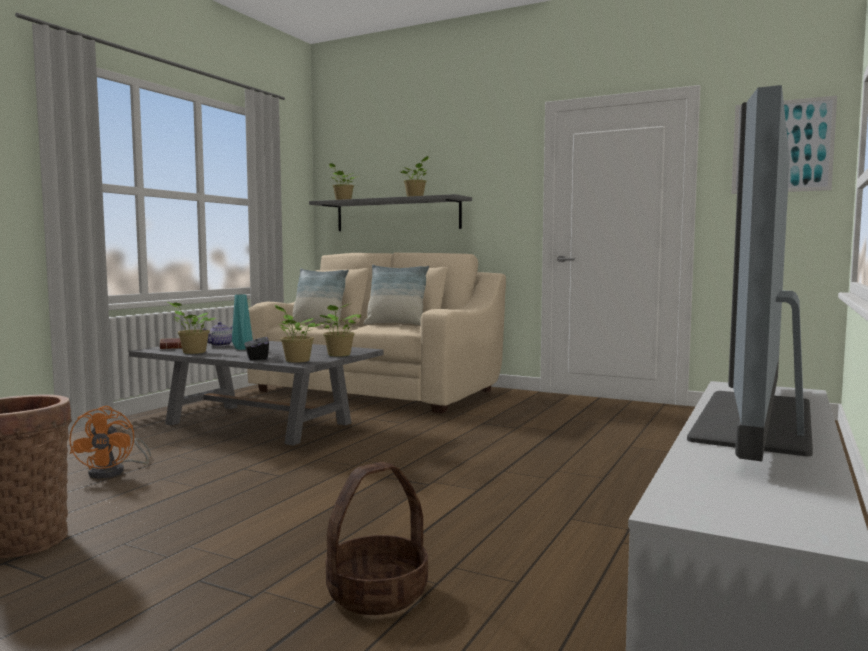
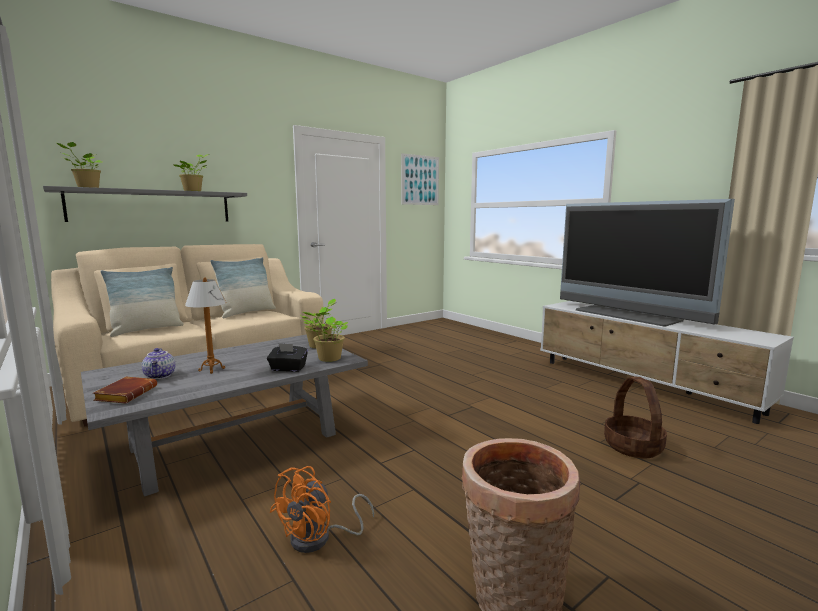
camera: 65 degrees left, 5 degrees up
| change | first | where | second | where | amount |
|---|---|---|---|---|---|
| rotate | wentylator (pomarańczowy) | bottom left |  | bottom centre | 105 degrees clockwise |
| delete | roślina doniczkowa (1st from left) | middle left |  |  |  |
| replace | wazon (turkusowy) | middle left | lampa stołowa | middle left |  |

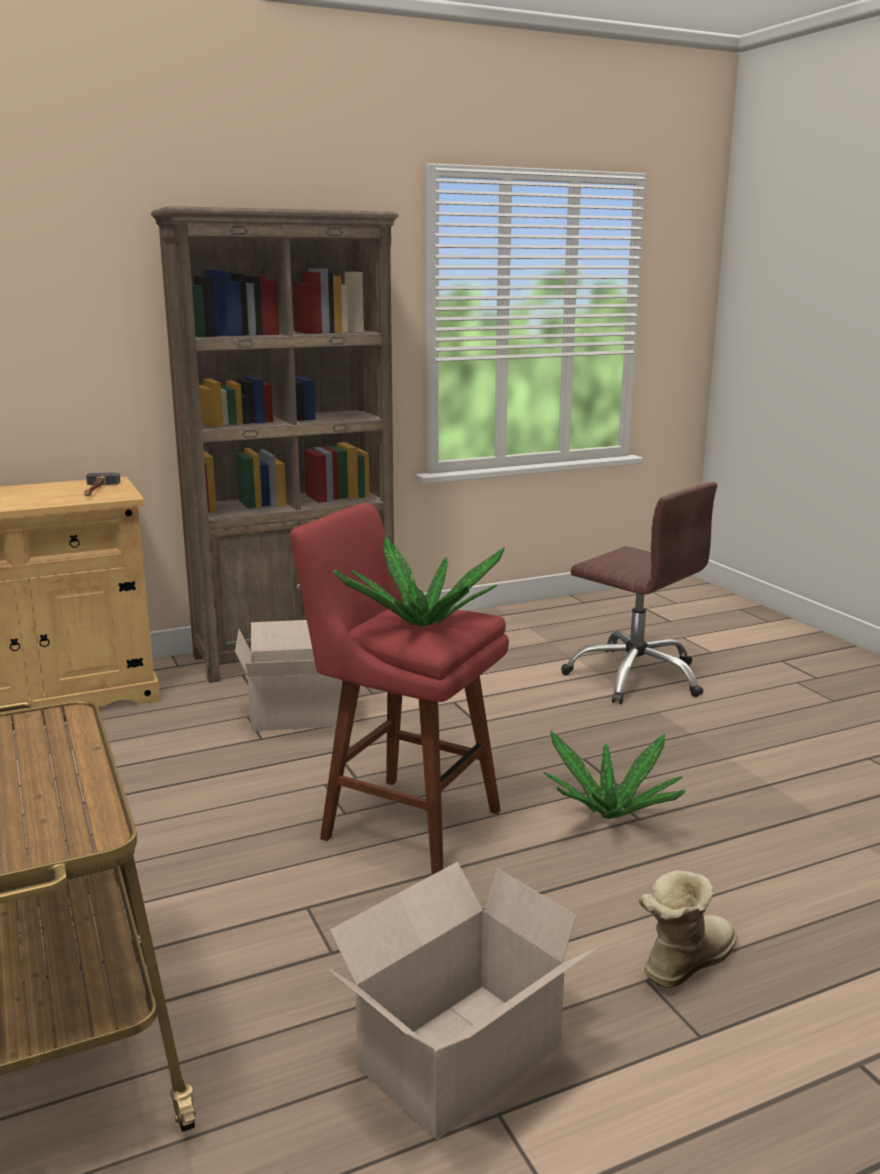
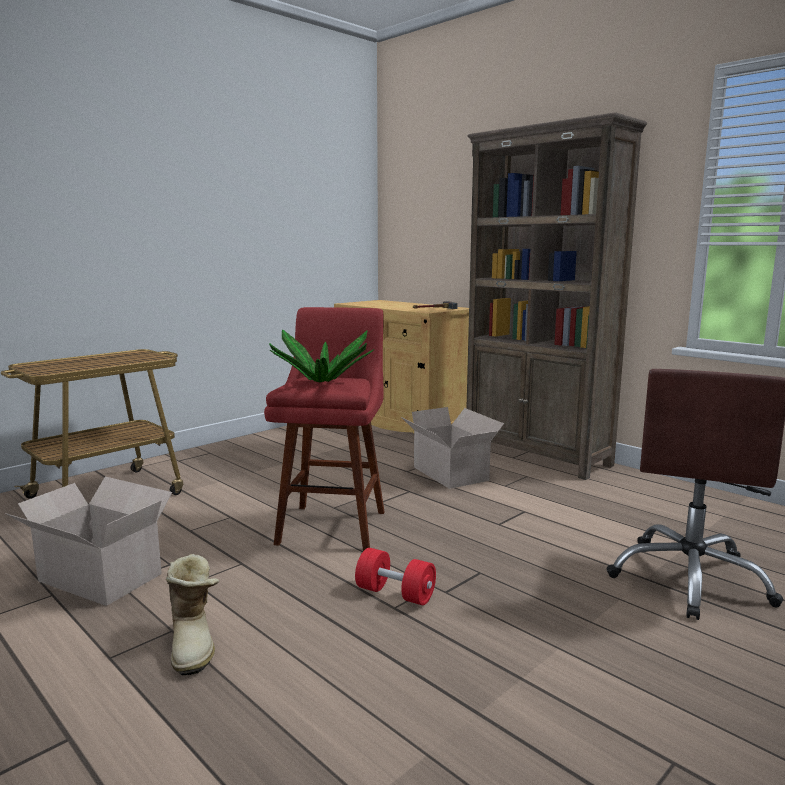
camera: 70 degrees right, 5 degrees down
| change | first | where | second | where | amount |
|---|---|---|---|---|---|
| replace | roślina doniczkowa (2nd from left) | middle right | hantel (czerwony) | bottom centre |  |
| rotate | but z cholewką | bottom right |  | bottom left | 45 degrees clockwise |

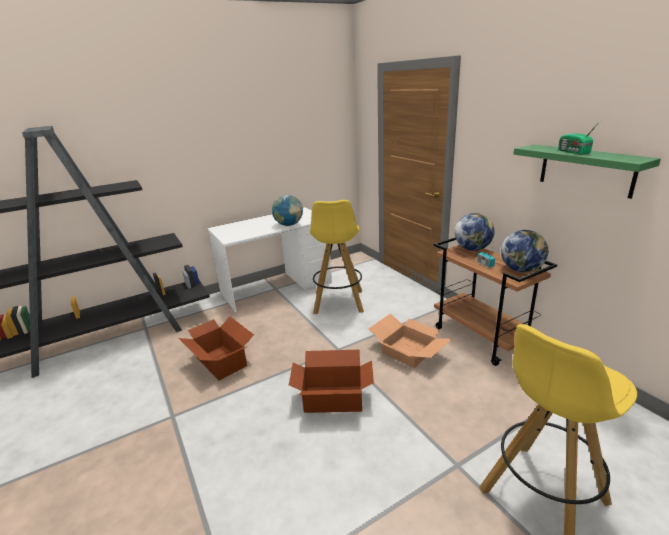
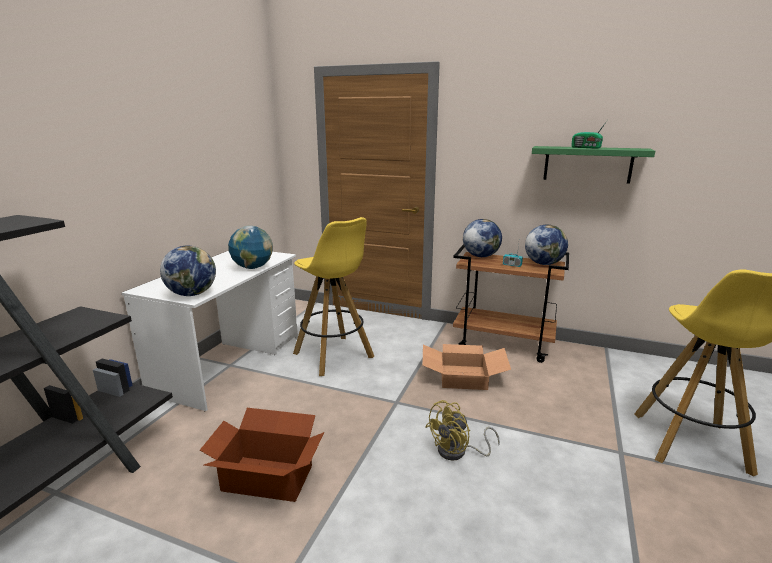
camera: 40 degrees left, 5 degrees down
| change | first | where | second | where | amount |
|---|---|---|---|---|---|
| replace | karton (2nd from left) | bottom centre | wentylator (żółty) | bottom centre |  |
| insert |  |  | globus (1st from left) | middle left |  |

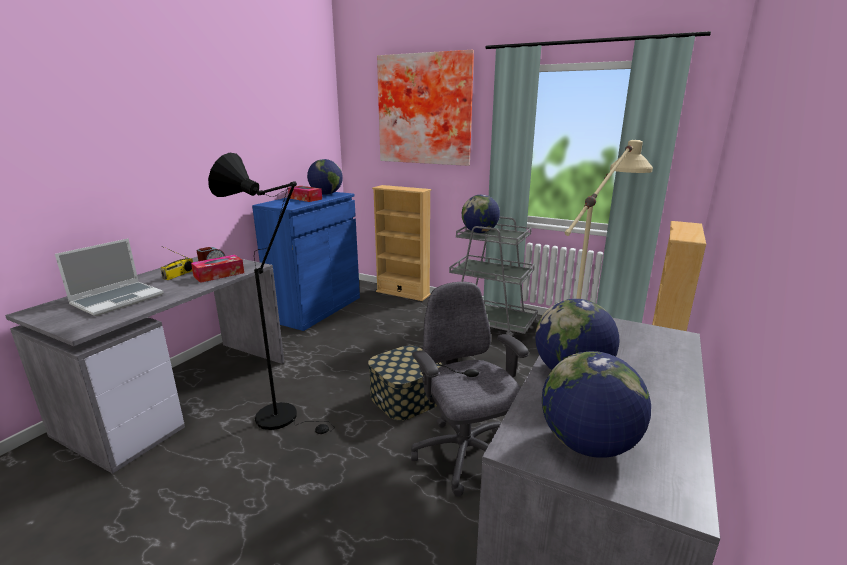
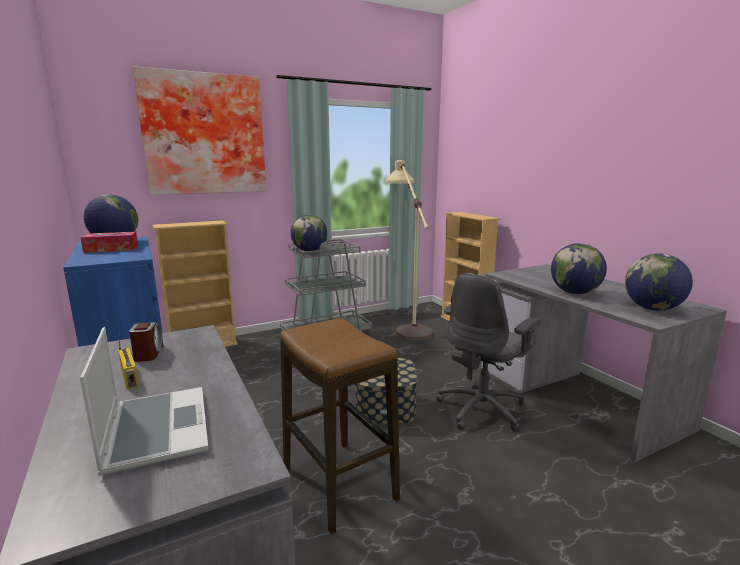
camera: 55 degrees left, 5 degrees down
| change | first | where | second | where | amount |
|---|---|---|---|---|---|
| delete | pudełko chusteczek (1st from left) | middle left |  |  |  |
| replace | lampa stojąca (czarny) | middle left | stołek | bottom centre |  |
| rotate | krzesło biurowe (szary) | bottom centre |  | centre | 60 degrees counterclockwise |

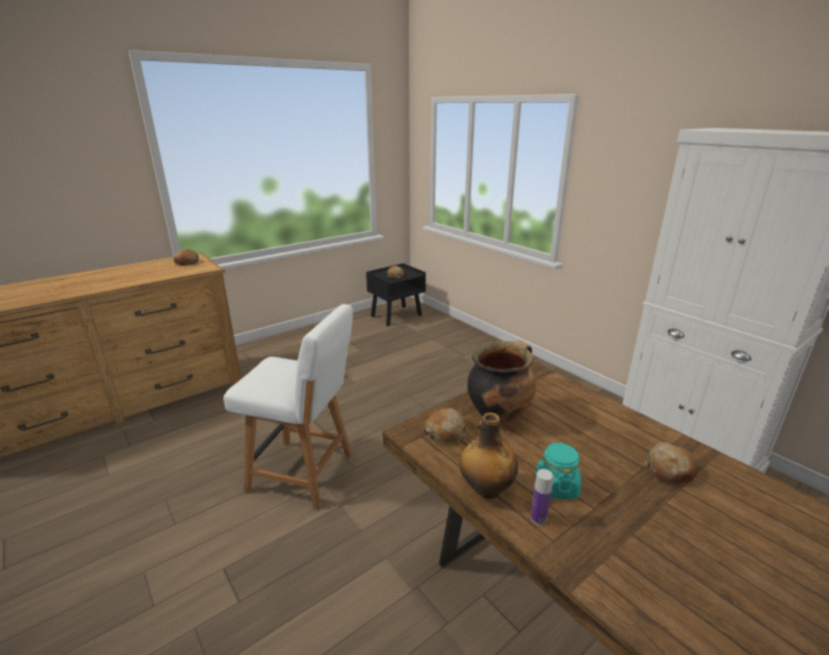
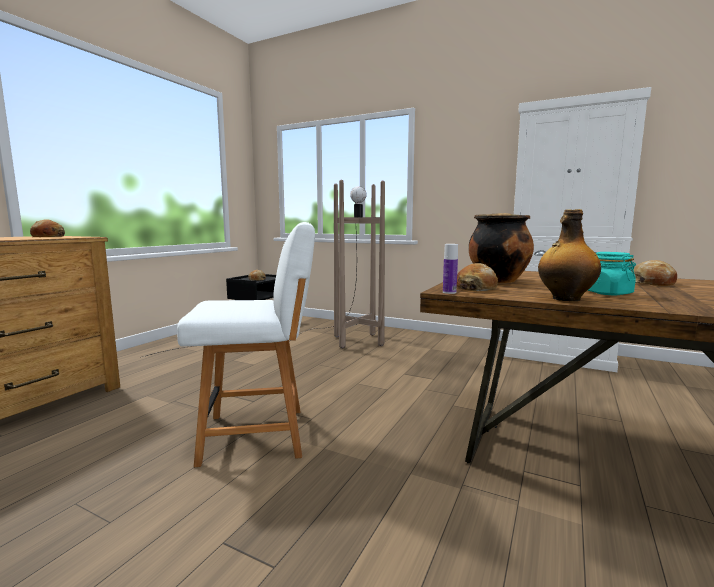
camera: 25 degrees left, 15 degrees down
| change | first | where | second | where | amount |
|---|---|---|---|---|---|
| move | butelka (2nd from left in the first image) | bottom centre | butelka (1st from left) | centre |  |
| insert |  |  | lampa stojąca (brązowy) | centre |  |

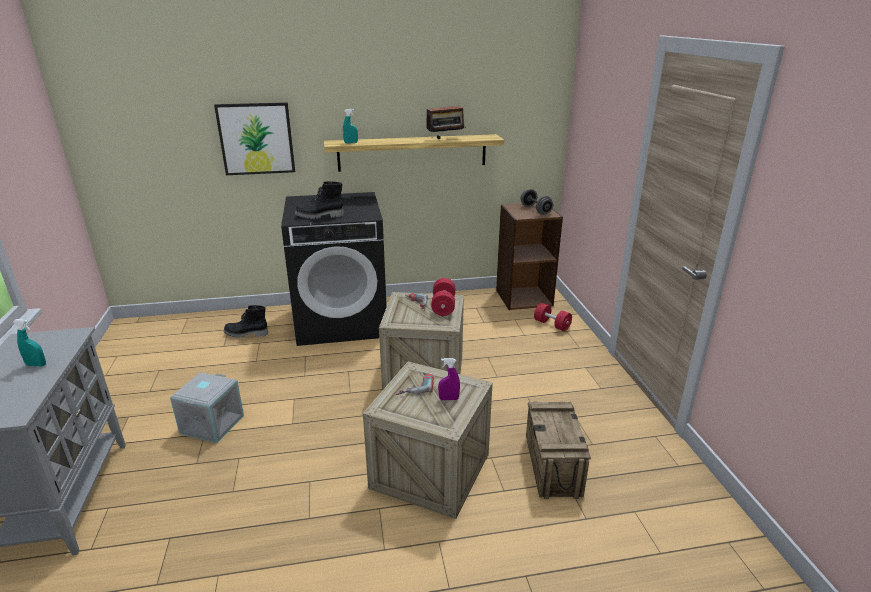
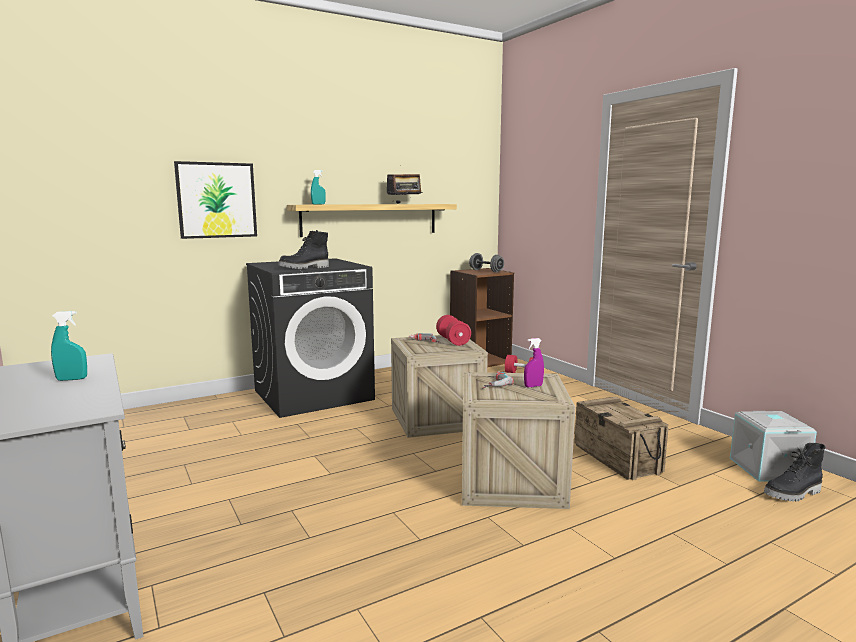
camera: 20 degrees left, 15 degrees down
| change | first | where | second | where | amount |
|---|---|---|---|---|---|
| move | pojemnik do przechowywania (szary) | bottom left |  | bottom right |  |
| move | but z cholewką (czarny) (1st from left in the first image) | middle left | but z cholewką (czarny) (2nd from left) | bottom right |  |

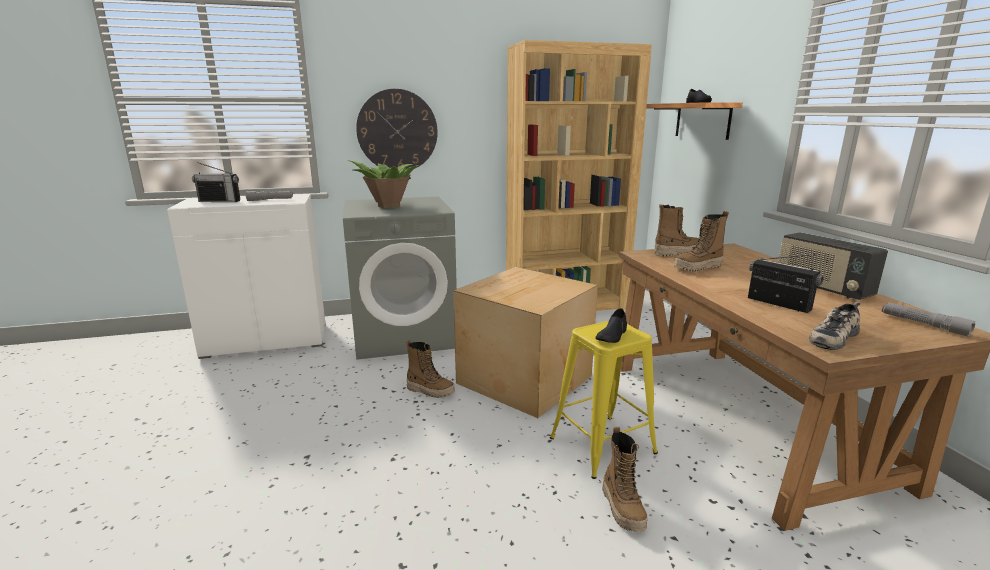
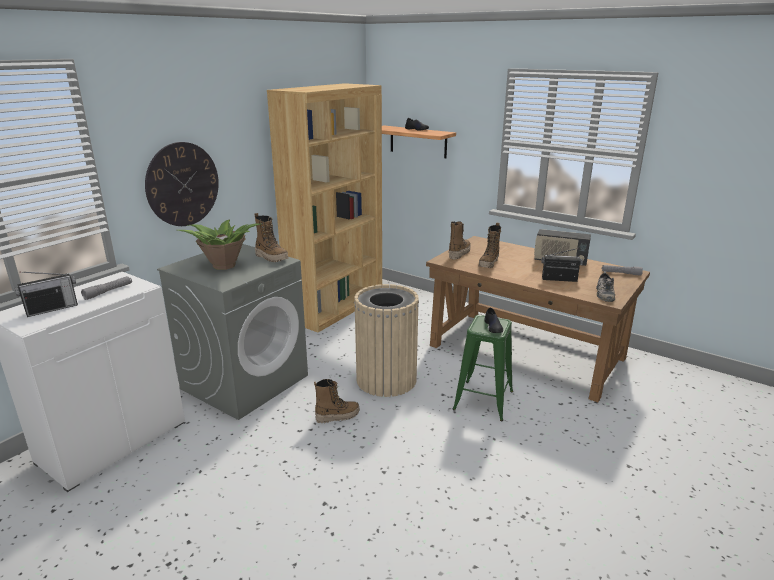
camera: 40 degrees left, 5 degrees up
| change | first | where | second | where | amount |
|---|---|---|---|---|---|
| replace | karton | centre | kosz na śmieci (beżowy) | centre |  |
| recolor | stołek (żółty) | bottom centre | stołek (zielony) | centre |  |
| move | but z cholewką (2nd from left in the first image) | bottom centre | but z cholewką (1st from left) | centre |  |

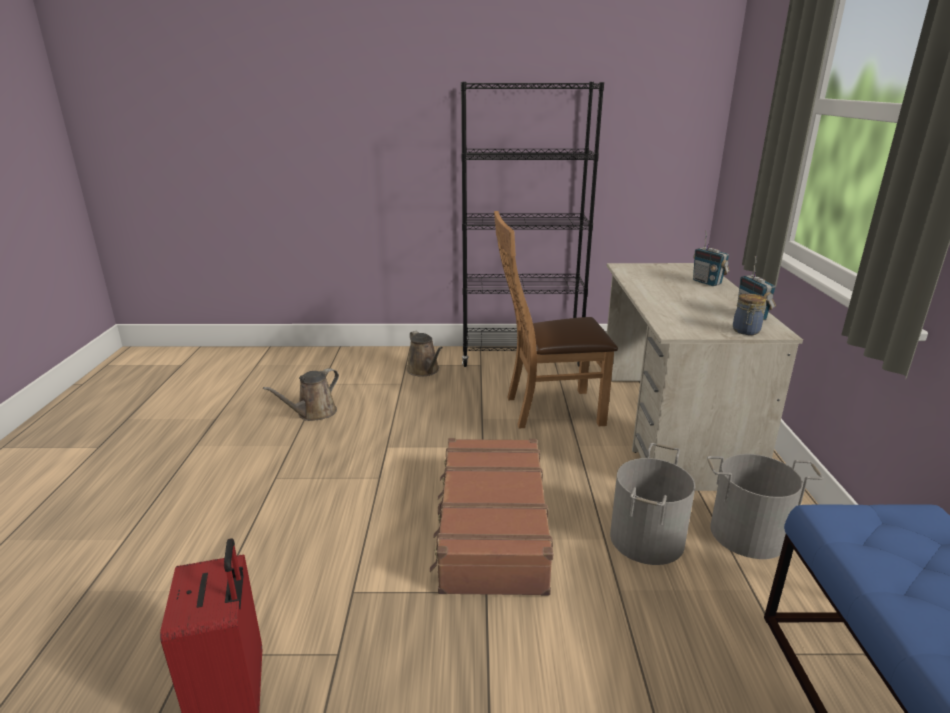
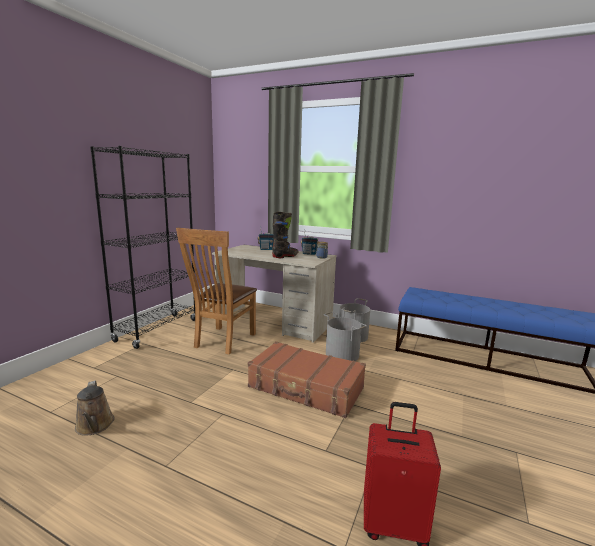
camera: 65 degrees left, 10 degrees down
| change | first | where | second | where | amount |
|---|---|---|---|---|---|
| delete | konewka (brązowy) (2nd from left) | centre |  |  |  |
| insert |  |  | but z cholewką (czarny) | centre |  |

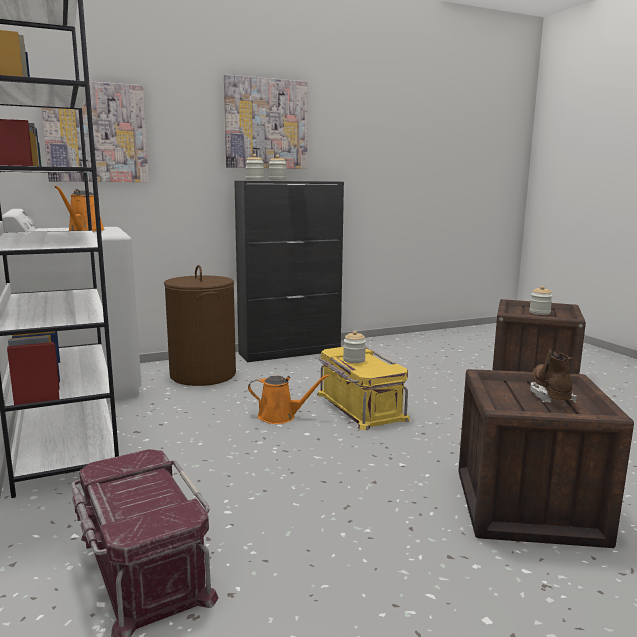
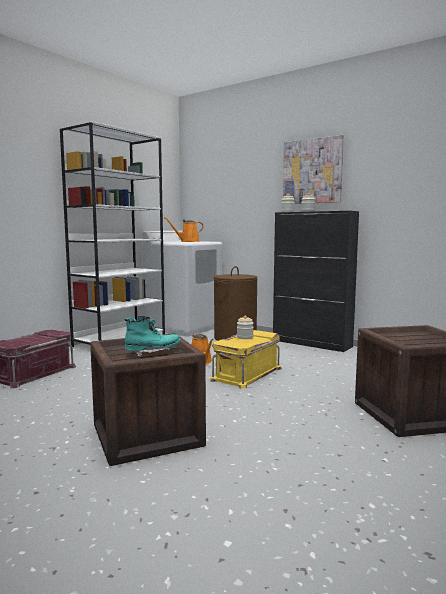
camera: 60 degrees right, 5 degrees down
| change | first | where | second | where | amount |
|---|---|---|---|---|---|
| delete | obraz (1st from left) | top left |  |  |  |
| delete | słoik (4th from left) | middle right |  |  |  |
| recolor | but z cholewką (brązowy) | middle right | but z cholewką (turkusowy) | centre |  |

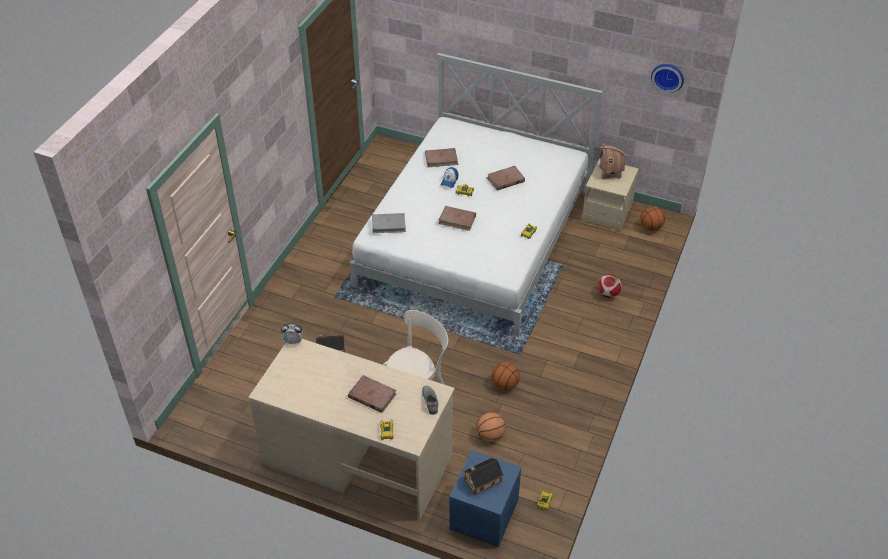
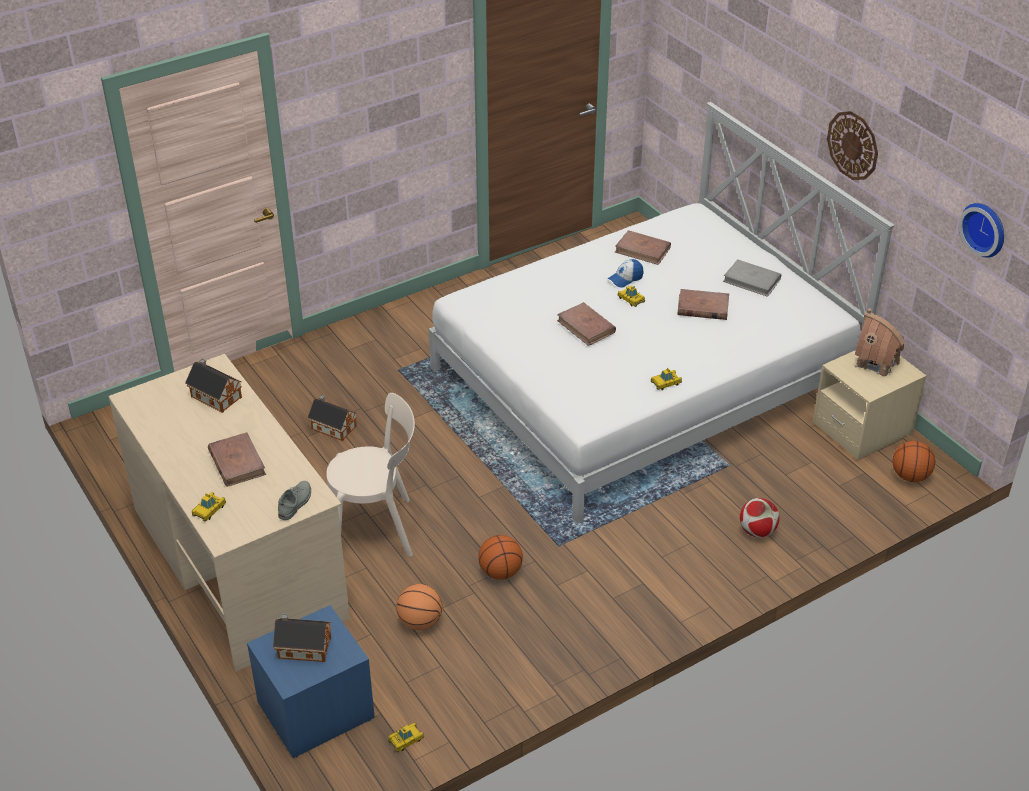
camera: 35 degrees right, 5 degrees down
| change | first | where | second | where | amount |
|---|---|---|---|---|---|
| delete | budzik | middle left |  |  |  |
| move | książka (szary) | centre |  | middle right |  |
| insert |  |  | domek (1st from left) | middle left |  |
| insert |  |  | zegar ścienny (1st from left) | top right |  |

